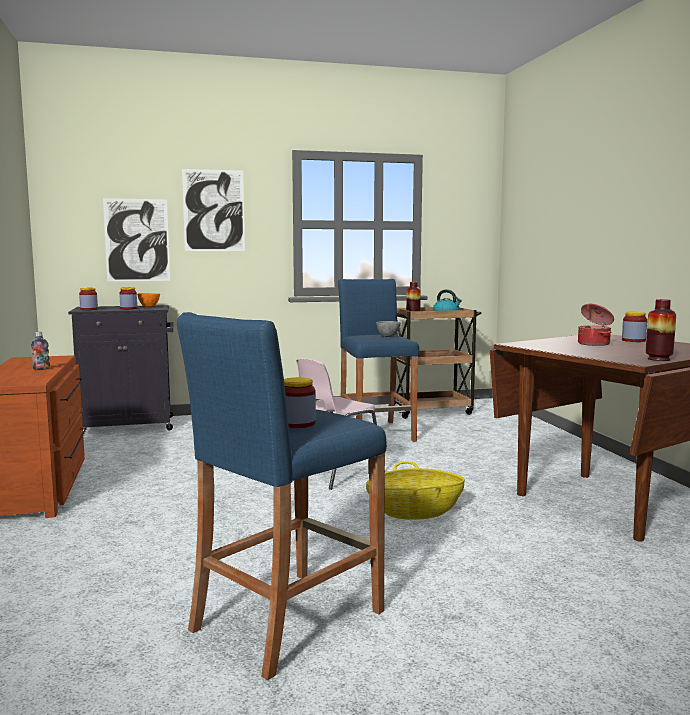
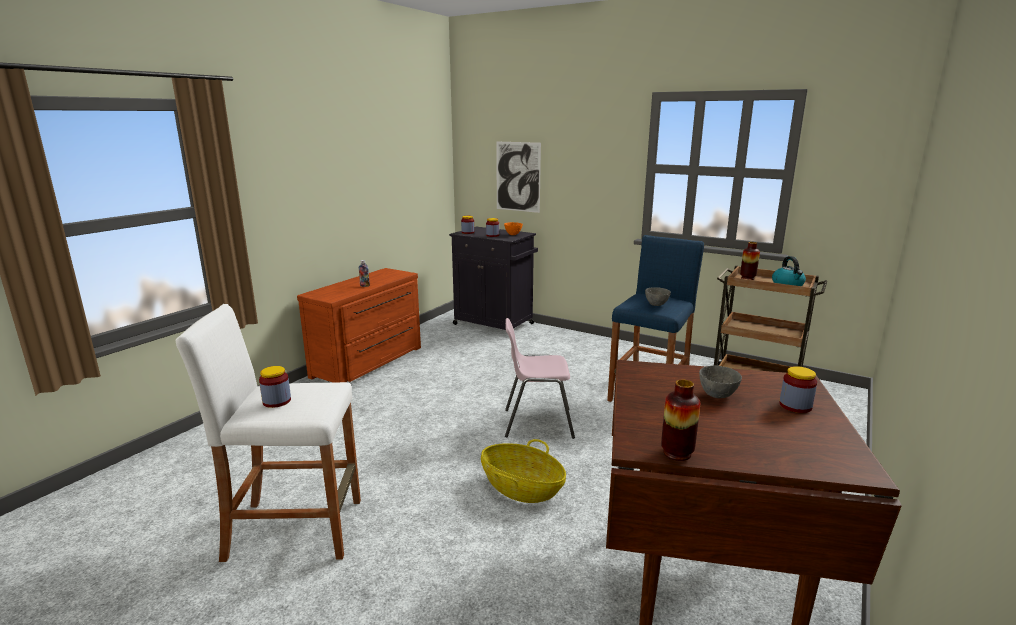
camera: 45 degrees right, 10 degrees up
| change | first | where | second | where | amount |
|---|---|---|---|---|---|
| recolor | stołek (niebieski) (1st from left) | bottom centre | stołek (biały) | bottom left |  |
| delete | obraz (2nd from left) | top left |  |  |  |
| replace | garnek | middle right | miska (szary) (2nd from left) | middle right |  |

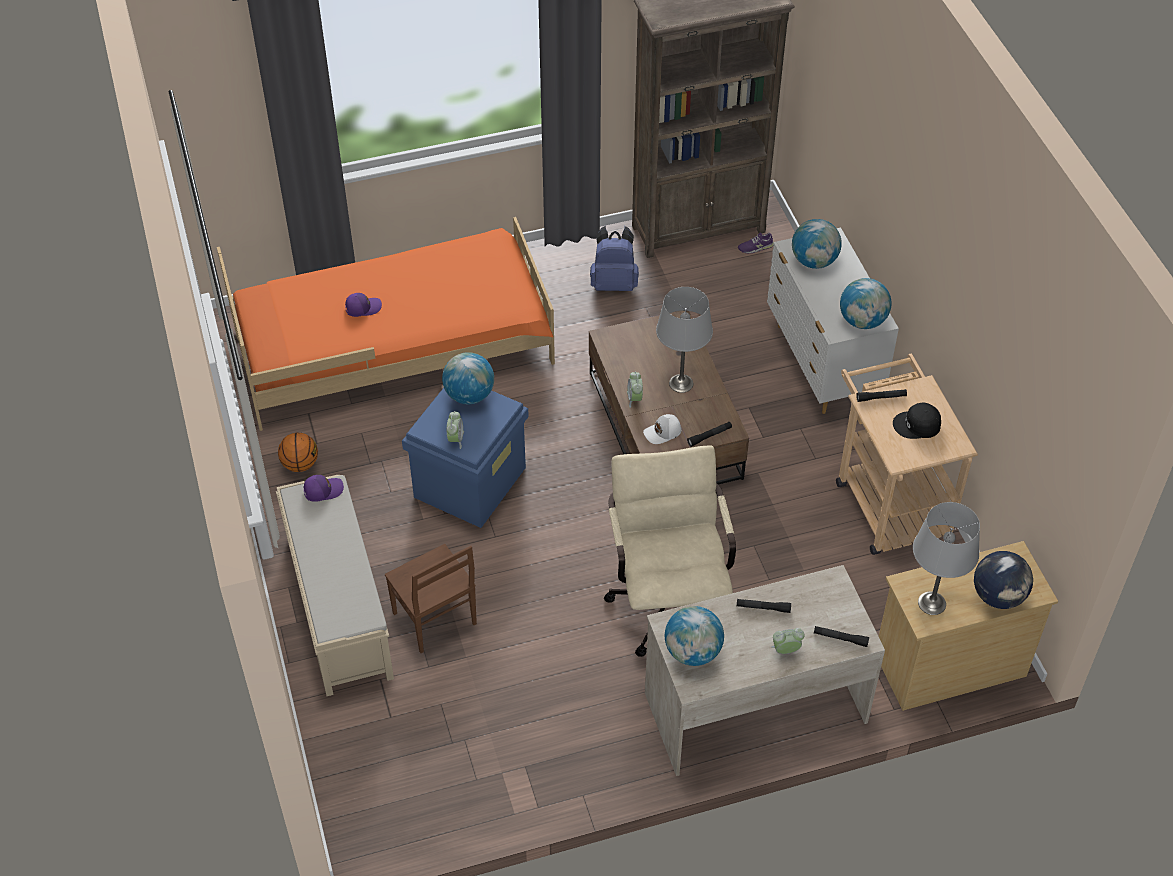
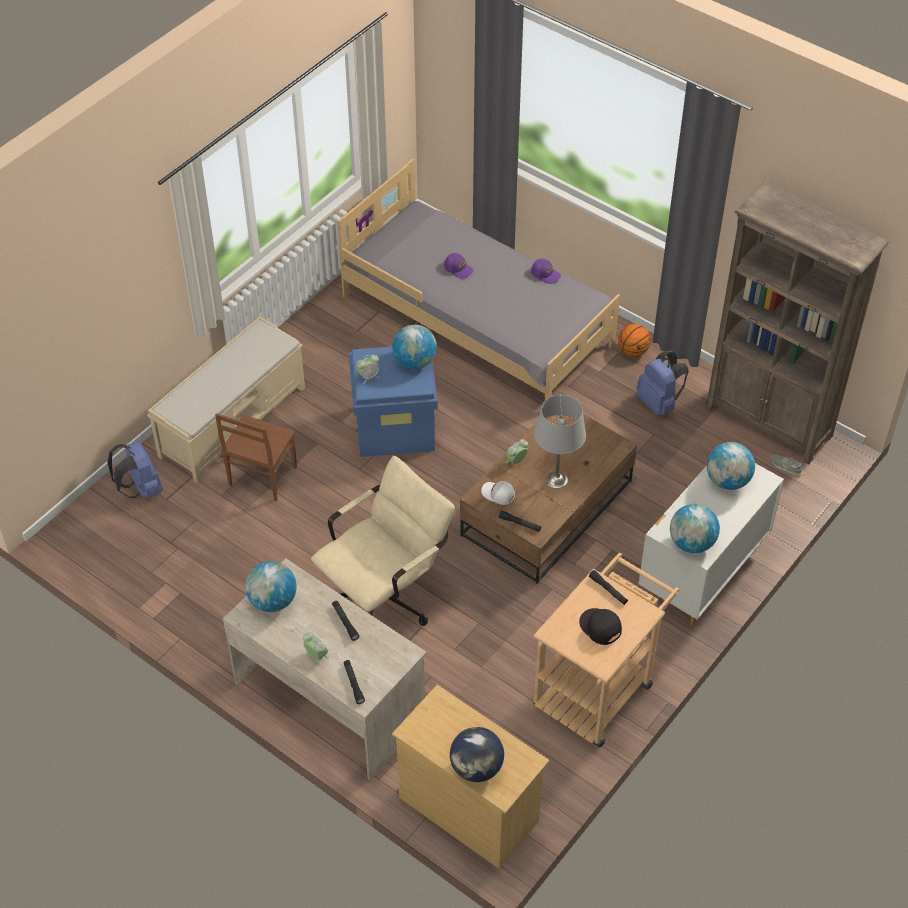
camera: 55 degrees right, 0 degrees up
| change | first | where | second | where | amount |
|---|---|---|---|---|---|
| recolor | łóżko (pomarańczowy) | middle left | łóżko (szary) | top centre |  |
| move | piłka do koszykówki | middle left |  | middle right |  |
| move | czapka z daszkiem (fioletowy) (1st from left in the first image) | middle left | czapka z daszkiem (fioletowy) (2nd from left) | top centre |  |
| recolor | but (fioletowy) | top centre | but (szary) | middle right |  |
| delete | lampa stołowa (szary) (2nd from left) | middle right |  |  |  |
| insert |  |  | plecak (niebieski) (1st from left) | middle left |  |

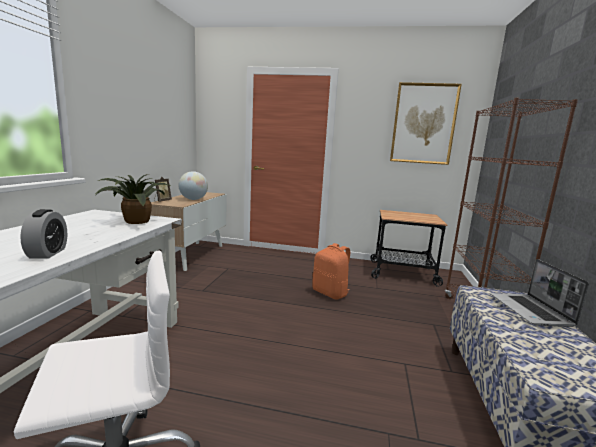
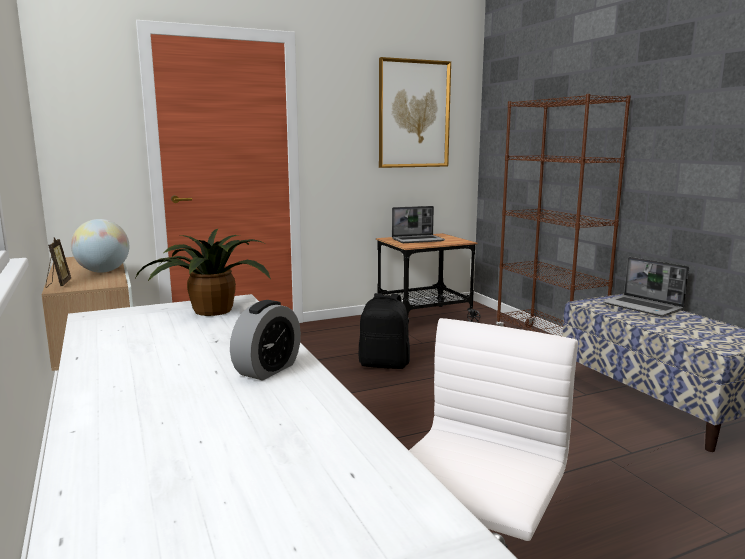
camera: 35 degrees left, 0 degrees up
| change | first | where | second | where | amount |
|---|---|---|---|---|---|
| rotate | budzik | middle left |  | centre | 75 degrees clockwise |
| recolor | plecak (pomarańczowy) | centre | plecak (czarny) | centre |  |
| insert |  |  | laptop (1st from left) | centre |  |

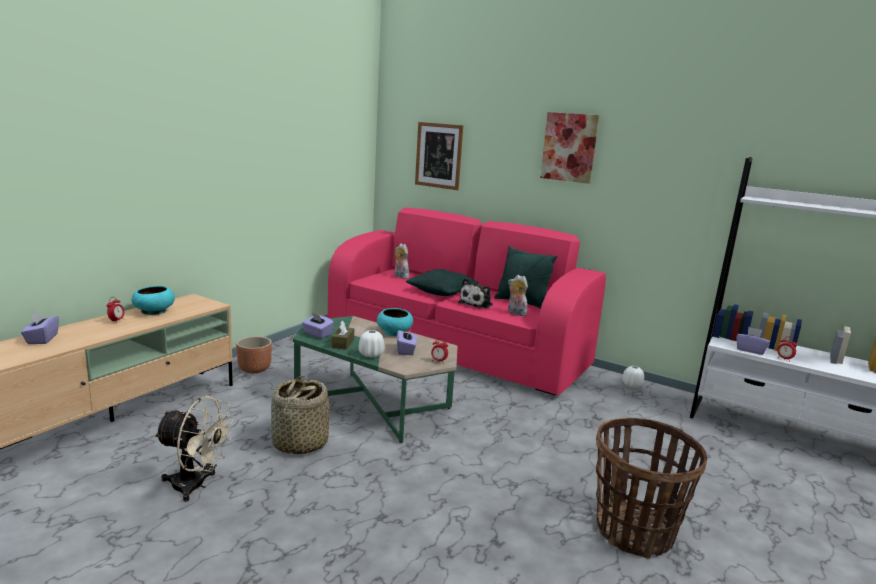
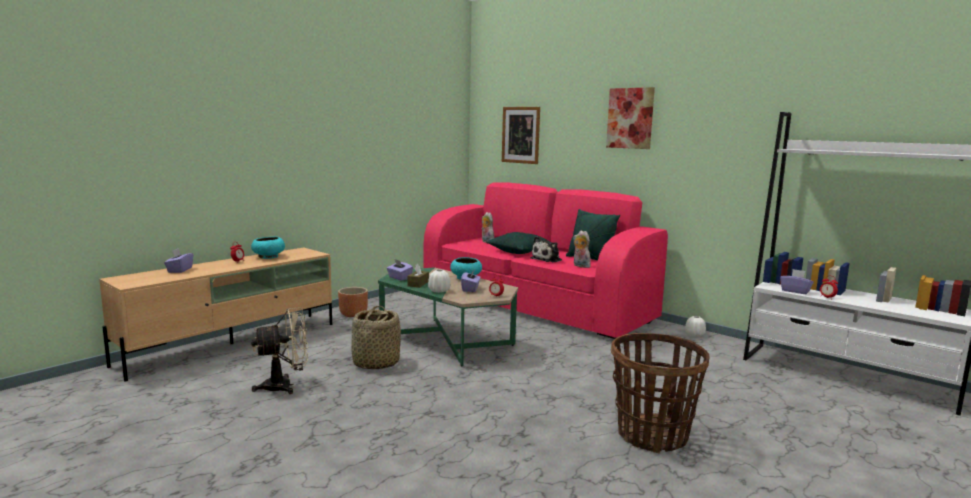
camera: 10 degrees right, 5 degrees down
| change | first | where | second | where | amount |
|---|---|---|---|---|---|
| rotate | wentylator (beżowy) | bottom left |  | bottom left | 45 degrees counterclockwise |

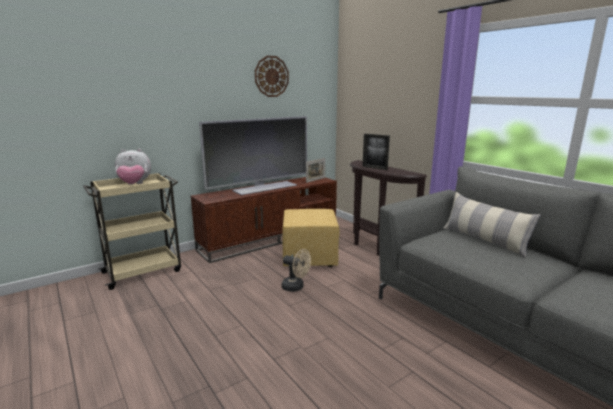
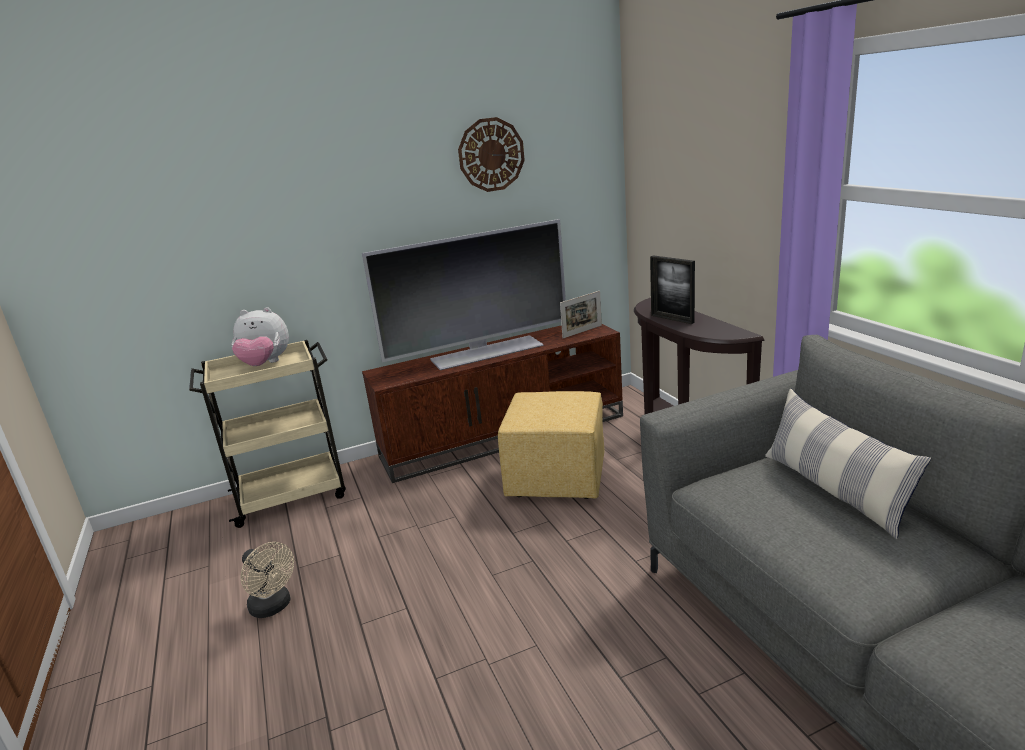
camera: 15 degrees right, 5 degrees up
| change | first | where | second | where | amount |
|---|---|---|---|---|---|
| move | wentylator (beżowy) | centre |  | bottom left |  |

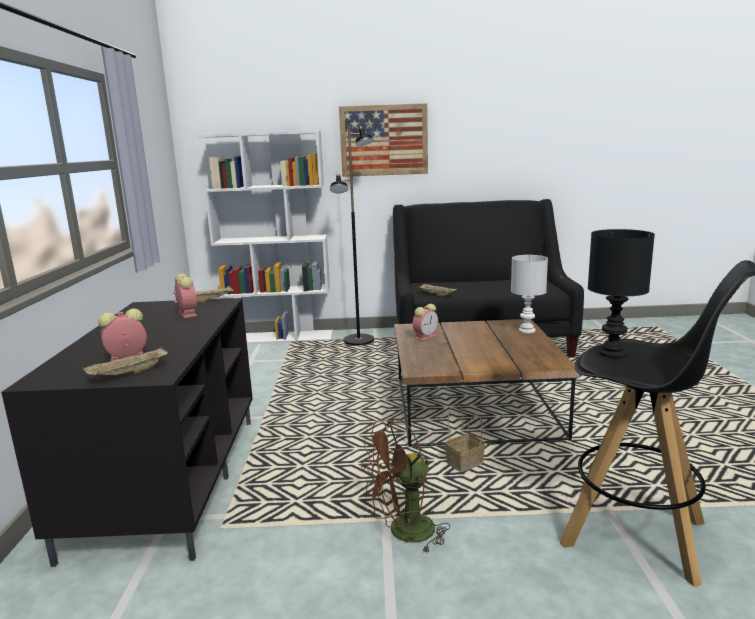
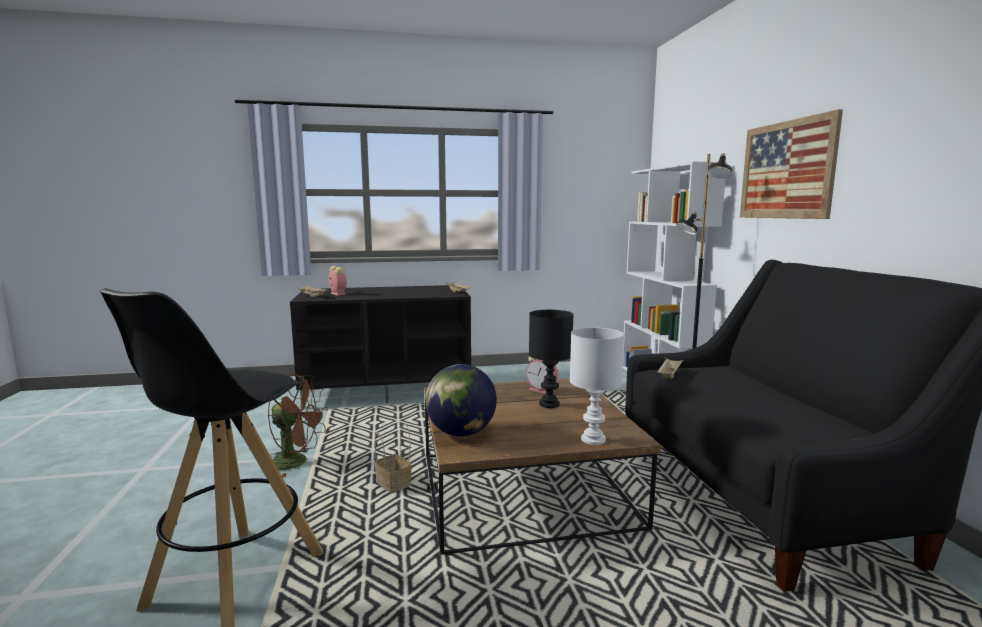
camera: 80 degrees right, 5 degrees down
| change | first | where | second | where | amount |
|---|---|---|---|---|---|
| delete | budzik (2nd from left) | middle left |  |  |  |
| rotate | wentylator (brązowy) | bottom centre |  | bottom left | 135 degrees clockwise |
| move | lampa stołowa (czarny) | middle right |  | centre |  |
| insert |  |  | globus | centre |  |

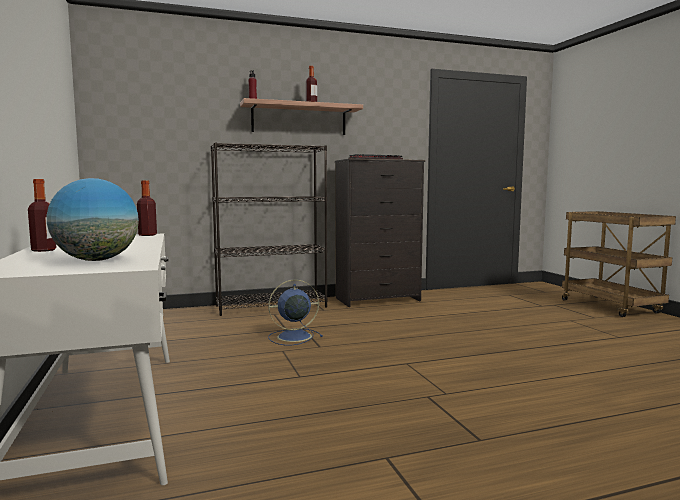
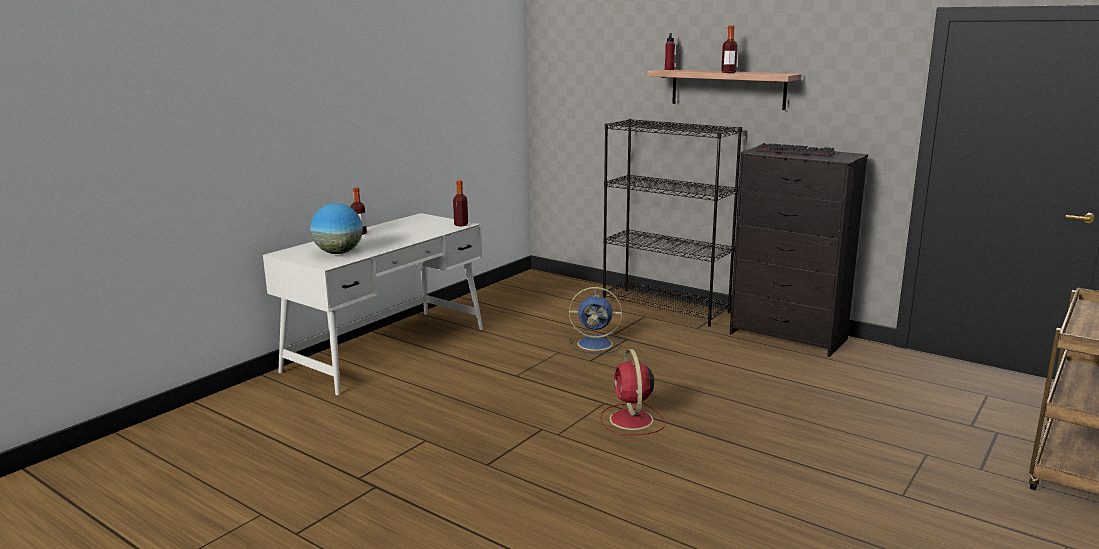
camera: 55 degrees right, 10 degrees up
| change | first | where | second | where | amount |
|---|---|---|---|---|---|
| rotate | wentylator (niebieski) | centre |  | centre | 150 degrees clockwise |
| insert |  |  | wentylator (czerwony) | bottom centre |  |

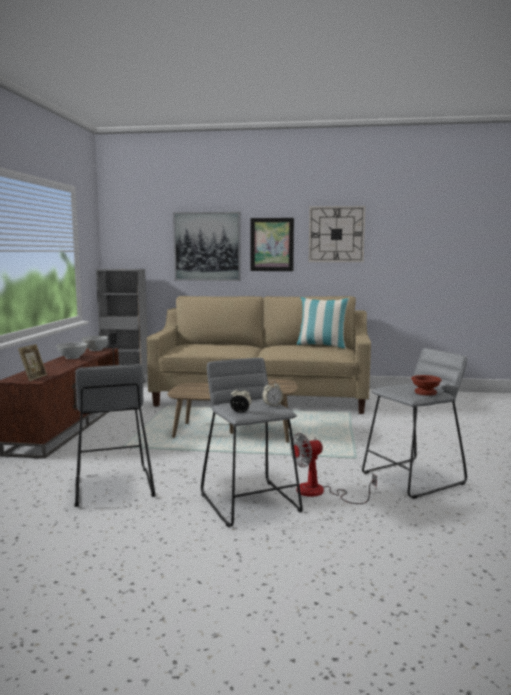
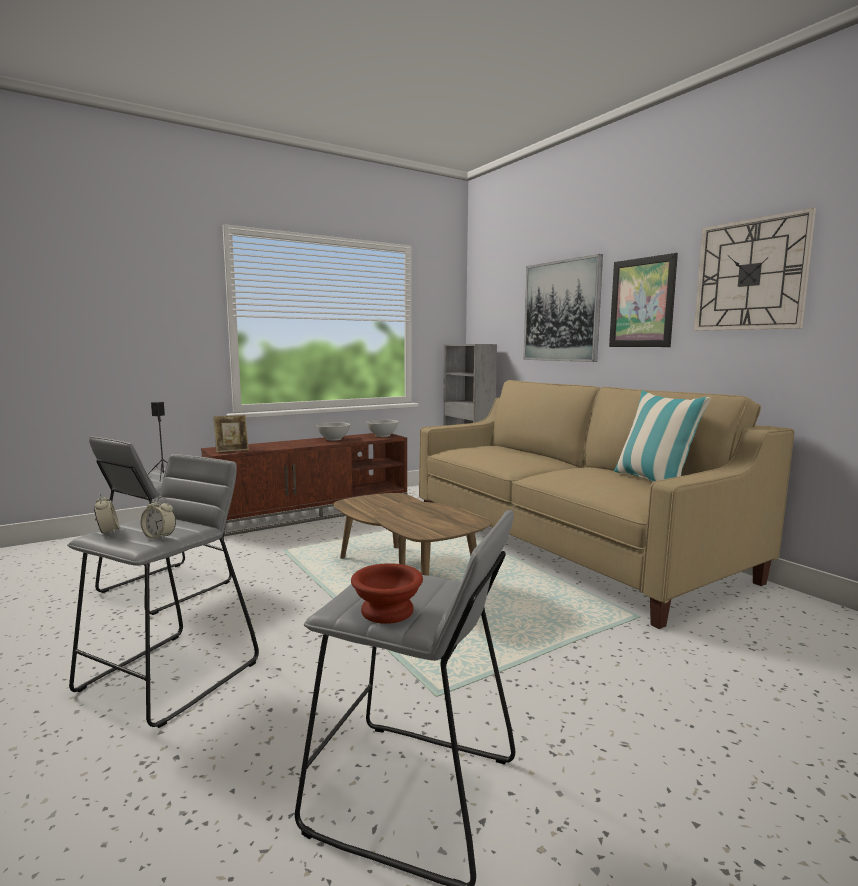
camera: 50 degrees right, 0 degrees up
| change | first | where | second | where | amount |
|---|---|---|---|---|---|
| delete | wentylator | bottom centre |  |  |  |

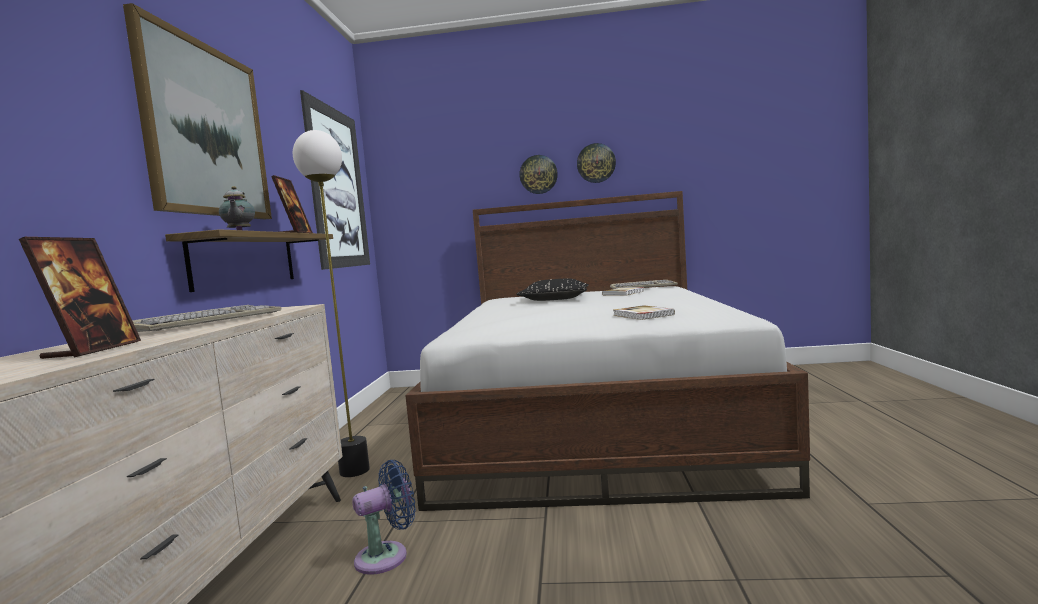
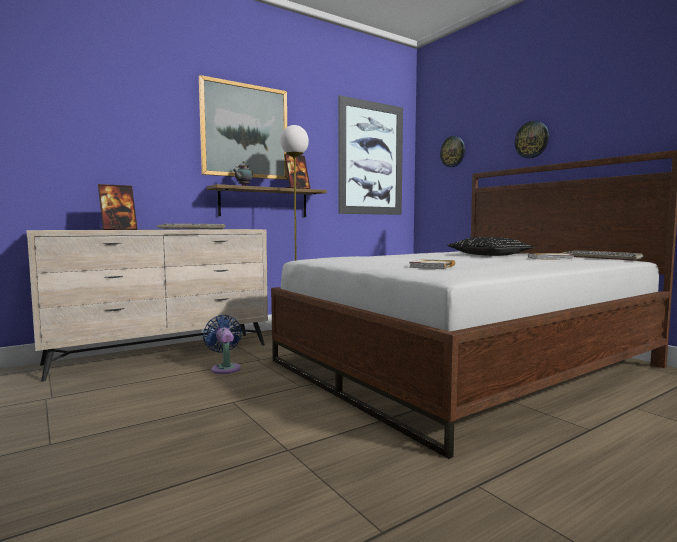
camera: 50 degrees right, 0 degrees up
| change | first | where | second | where | amount |
|---|---|---|---|---|---|
| rotate | wentylator (niebieski) | bottom centre |  | middle left | 135 degrees counterclockwise |
| move | zegar ścienny (2nd from left in the first image) | top centre | zegar ścienny (1st from left) | top right |  |

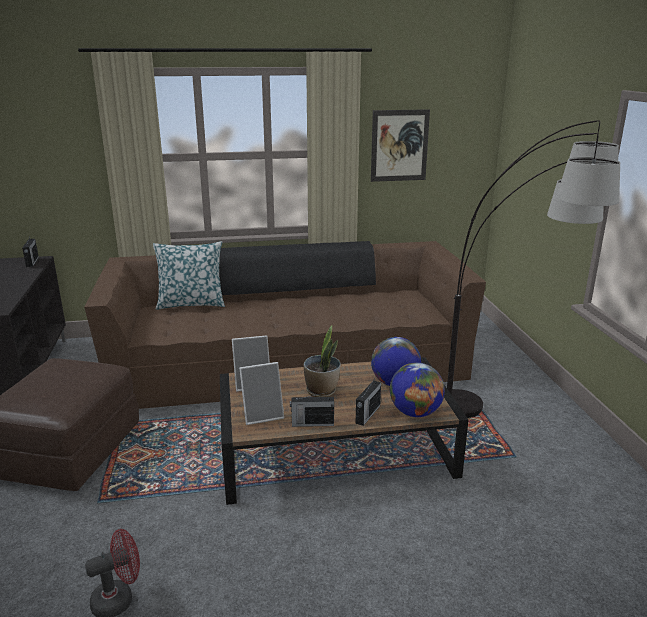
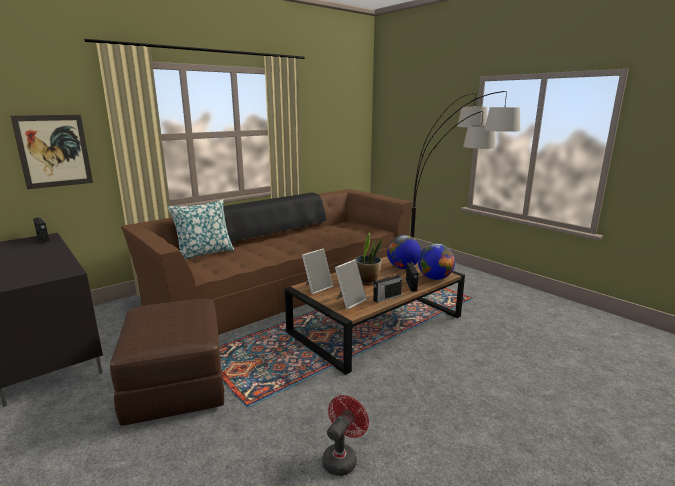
camera: 30 degrees left, 5 degrees down
| change | first | where | second | where | amount |
|---|---|---|---|---|---|
| move | obraz | top centre |  | top left |  |

